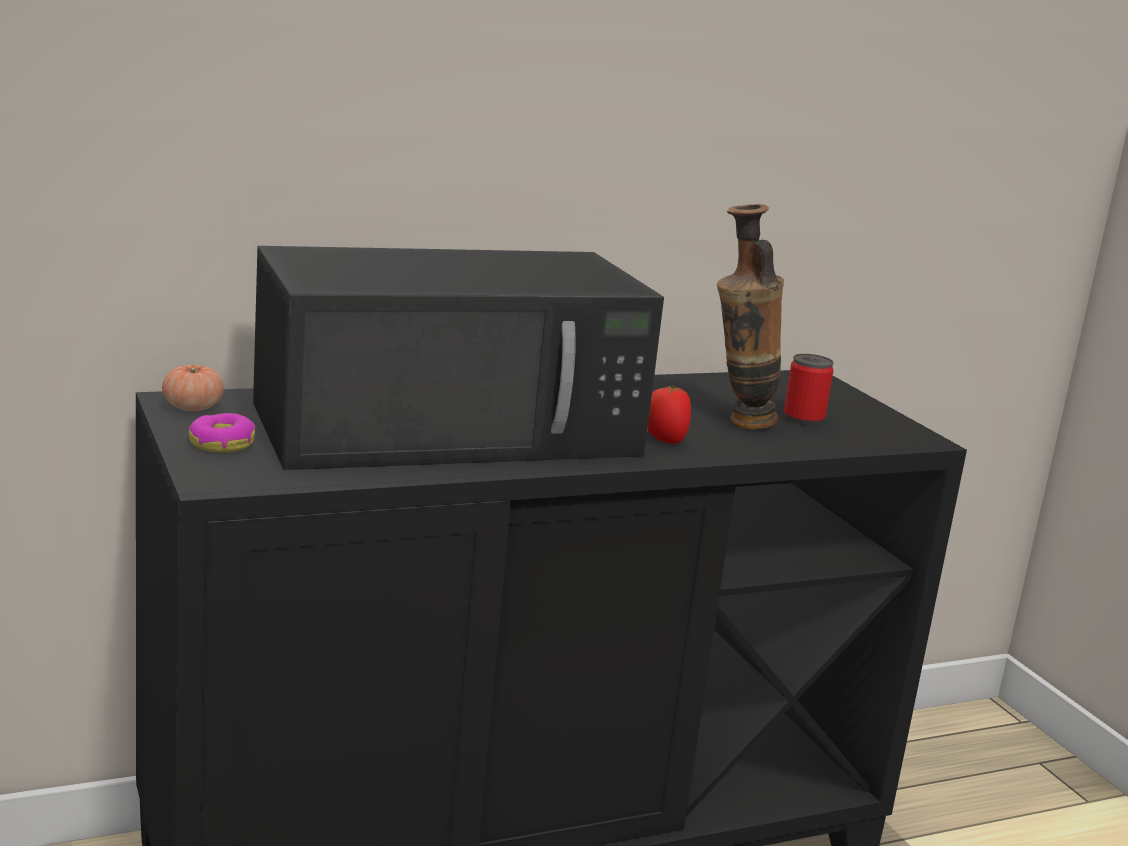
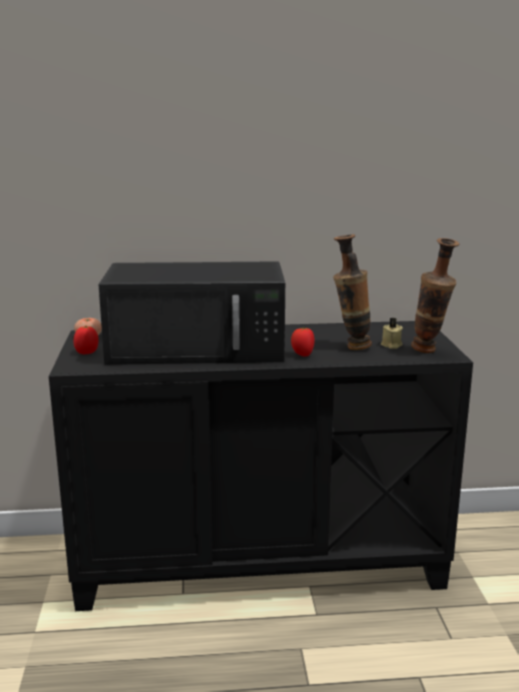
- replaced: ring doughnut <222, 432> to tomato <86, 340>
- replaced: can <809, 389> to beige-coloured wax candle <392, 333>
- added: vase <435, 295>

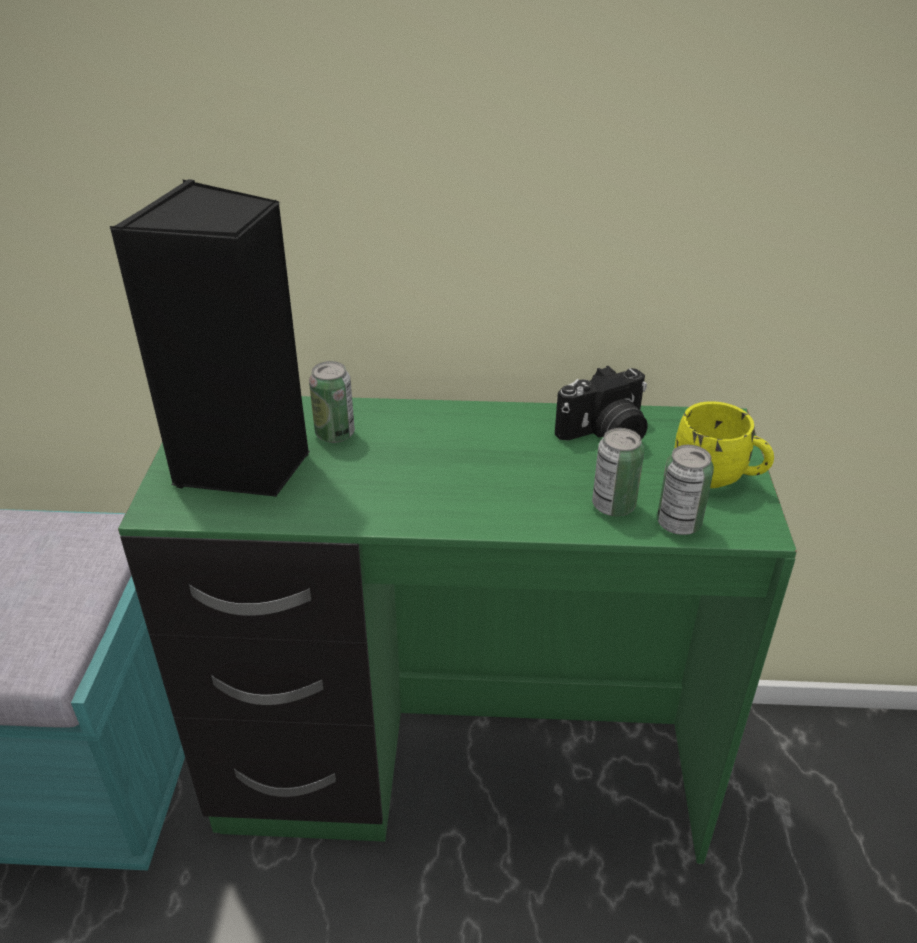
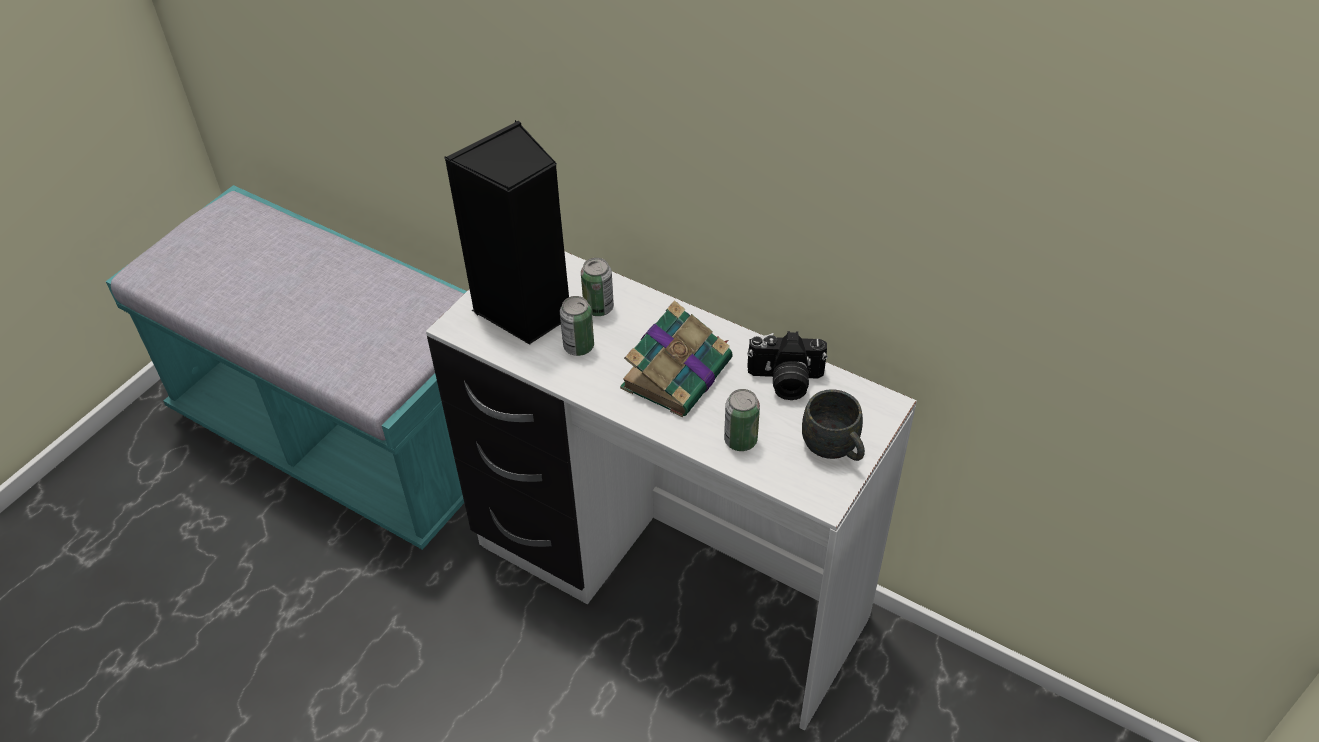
- recoloured: green desk table <457, 630> to white desk table <671, 490>
- moved: can <685, 490> to <577, 326>
- recoloured: yellow mug <724, 444> to greyish mug <833, 425>
- added: bound book <676, 358>

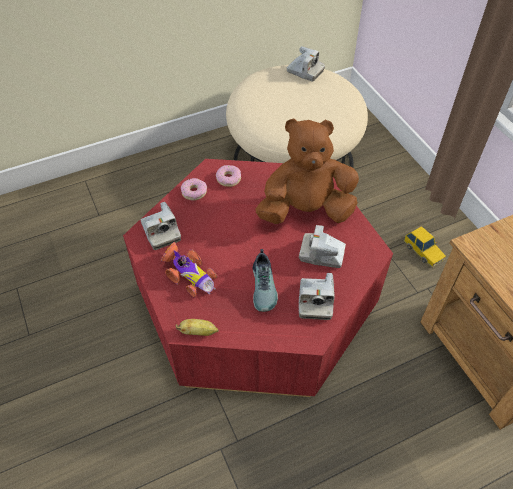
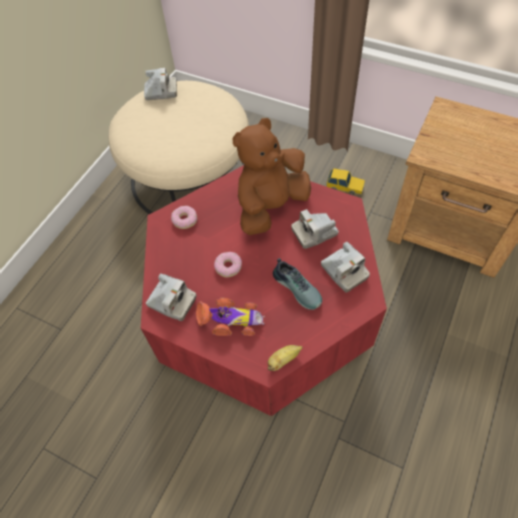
- moved: ring doughnut <194, 189> to <228, 264>

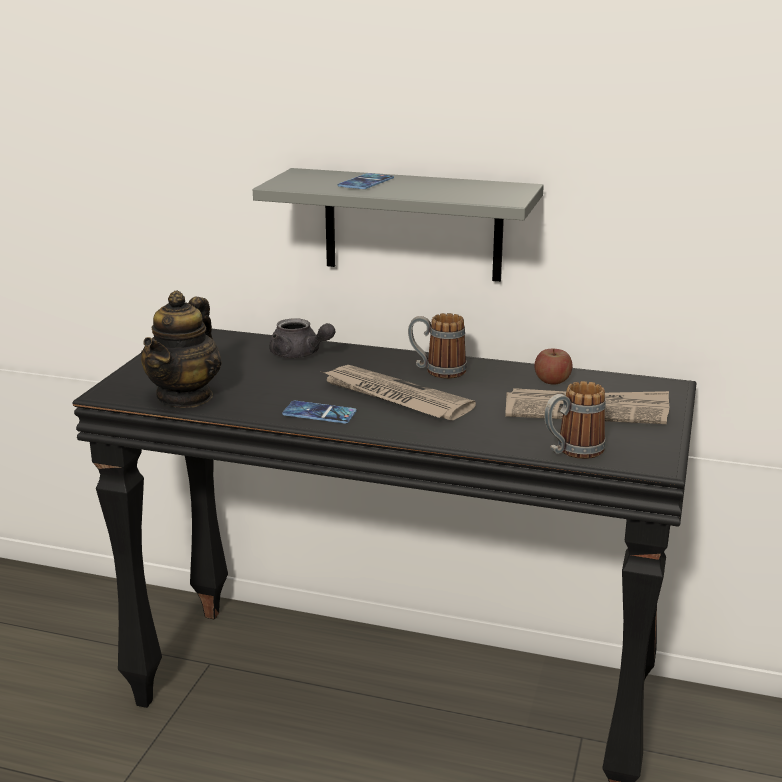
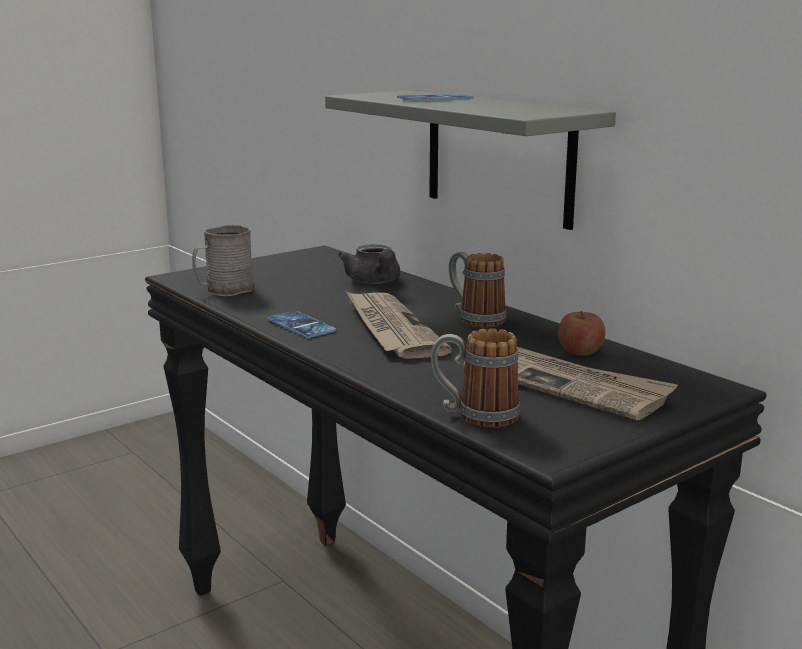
- replaced: pot for tea <181, 349> to greyish mug <223, 260>

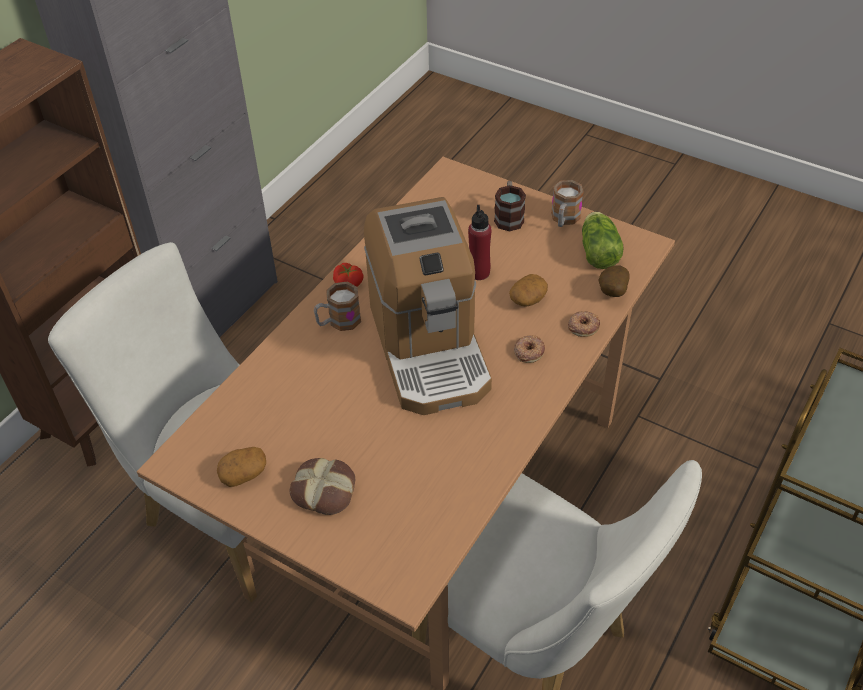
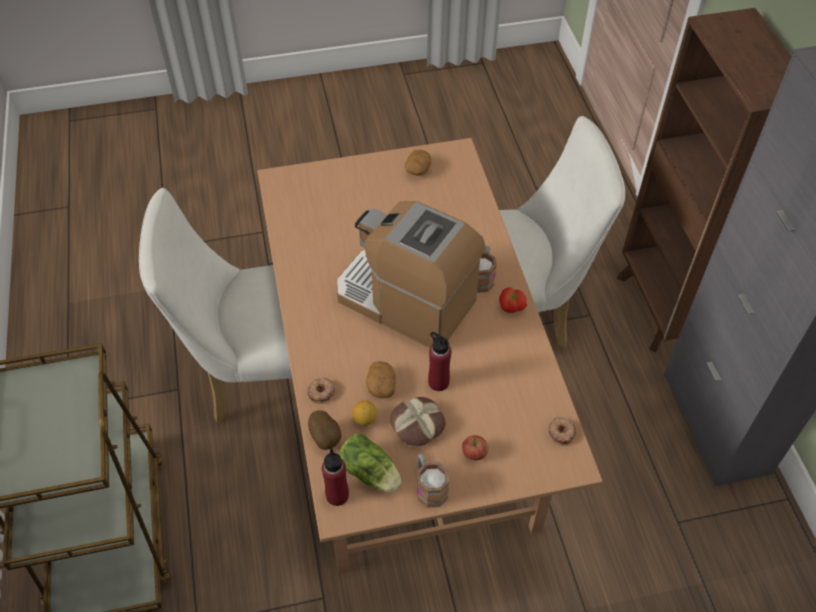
- moved: bread <322, 486> to <418, 421>
- replaced: mug <510, 206> to apple fruit <475, 447>
- moved: ring doughnut <529, 349> to <562, 431>
- added: red-coloured drink bottle <335, 477>
- added: whole lemon <364, 413>

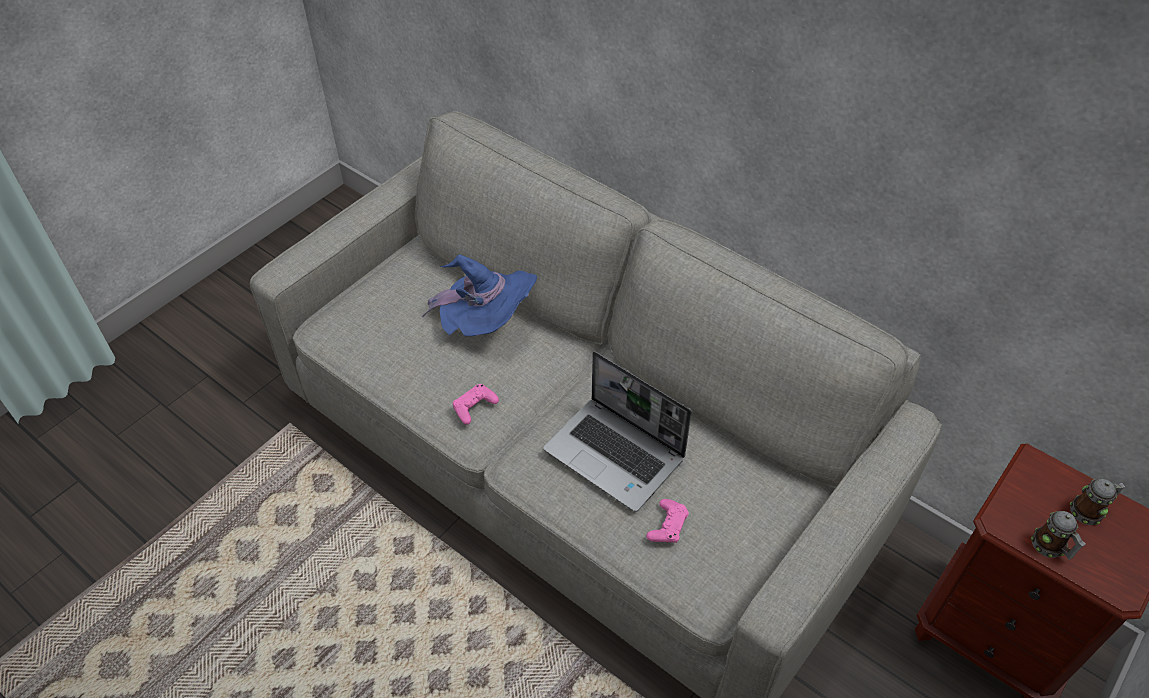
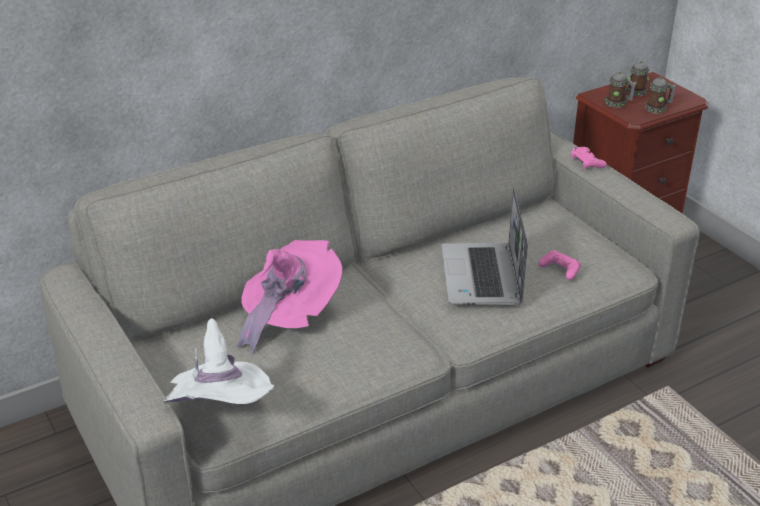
- recoloured: blue hat <479, 295> to pink hat <289, 297>
- moved: pink game controller <476, 404> to <589, 158>
- turned: portable computer <618, 431> = <485, 246> 120 degrees clockwise
- added: white hat <218, 361>
- added: mug <620, 90>

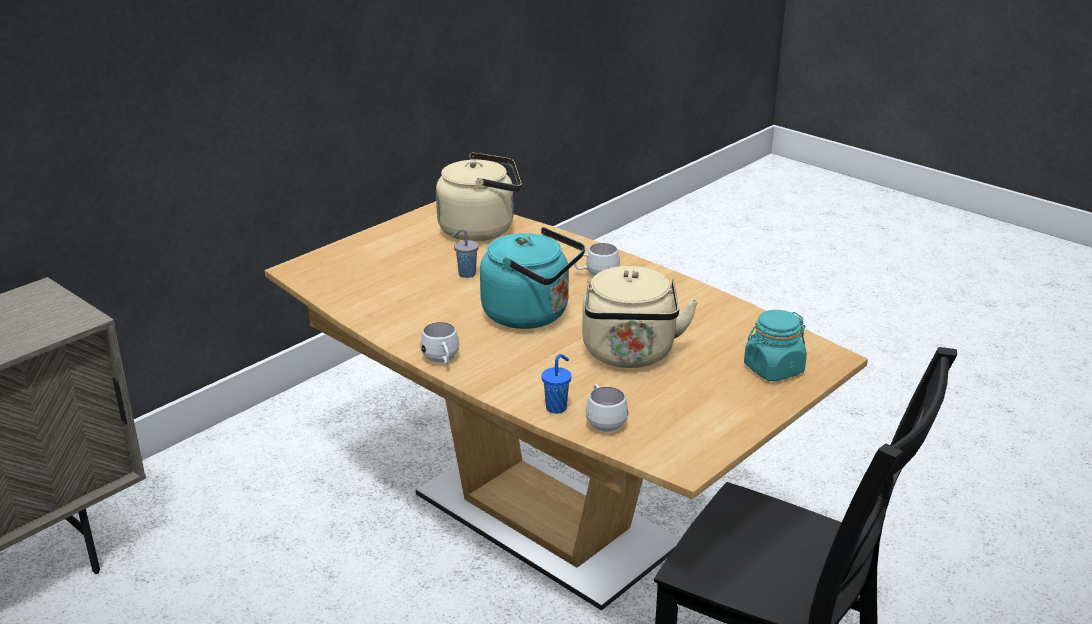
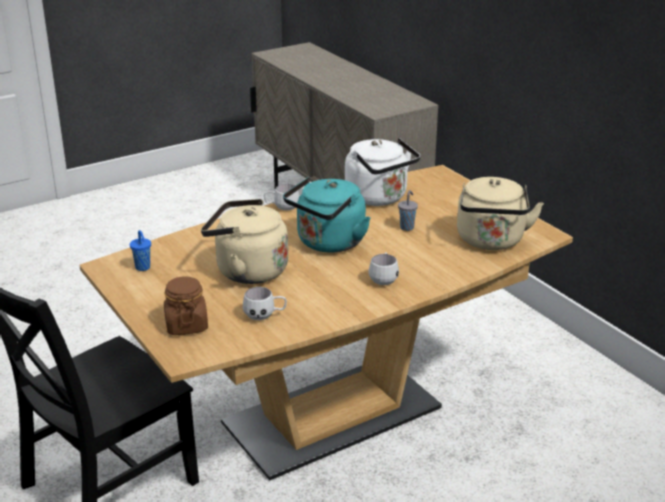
- moved: blue cup <556, 384> to <140, 250>
- moved: white mug <607, 408> to <265, 303>
- recoloured: turquoise storage jar <775, 345> to brown-coloured storage jar <186, 305>
- added: white tea kettle <382, 172>

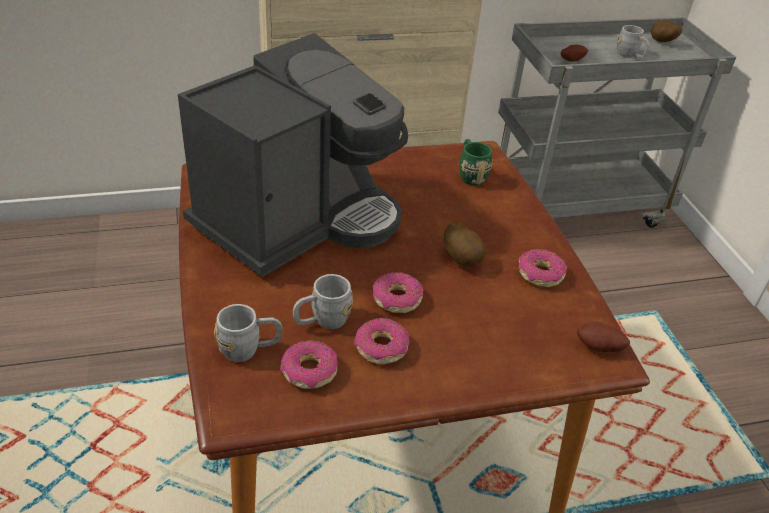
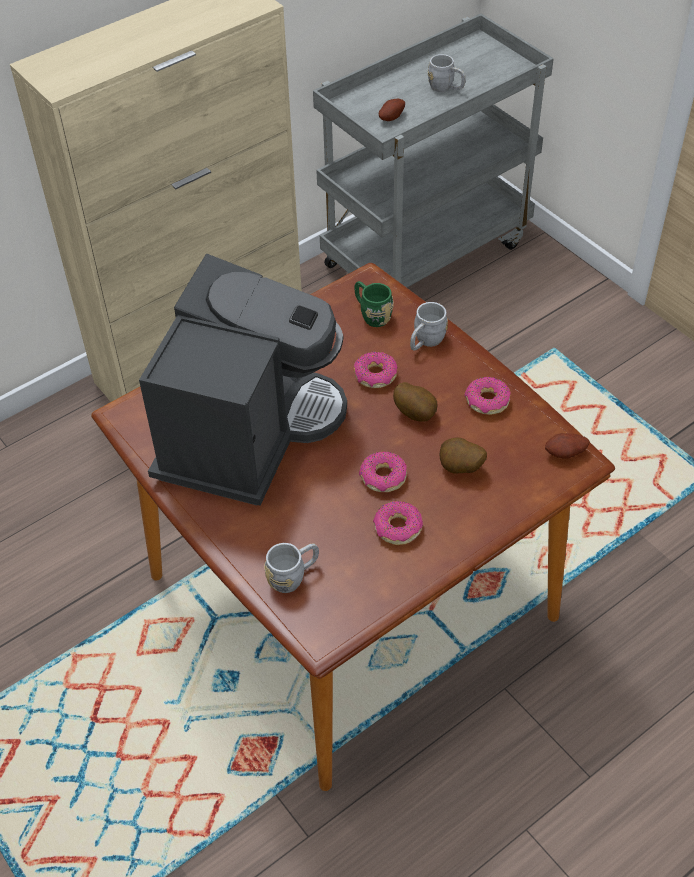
- moved: ring doughnut <309, 364> to <376, 370>
- moved: greyish mug <323, 301> to <429, 326>
- moved: potato <666, 31> to <463, 455>

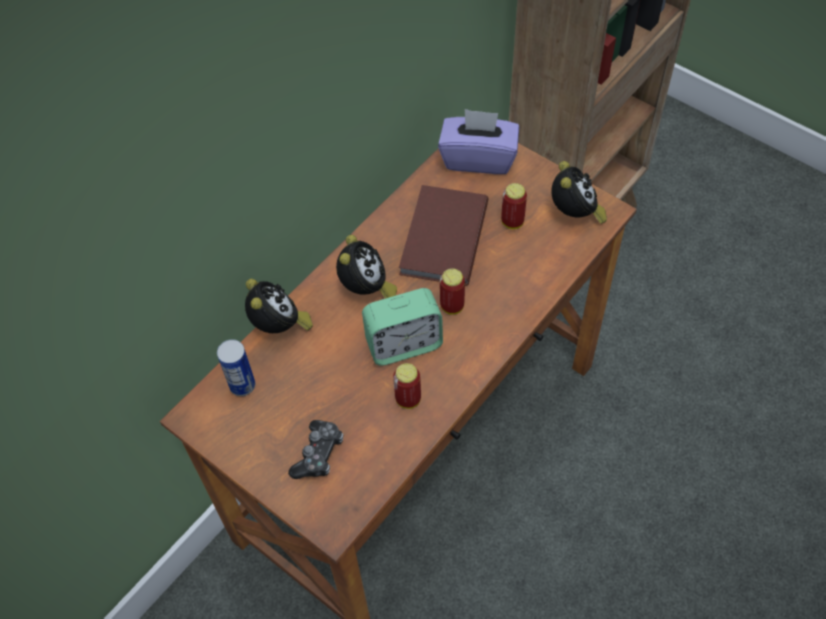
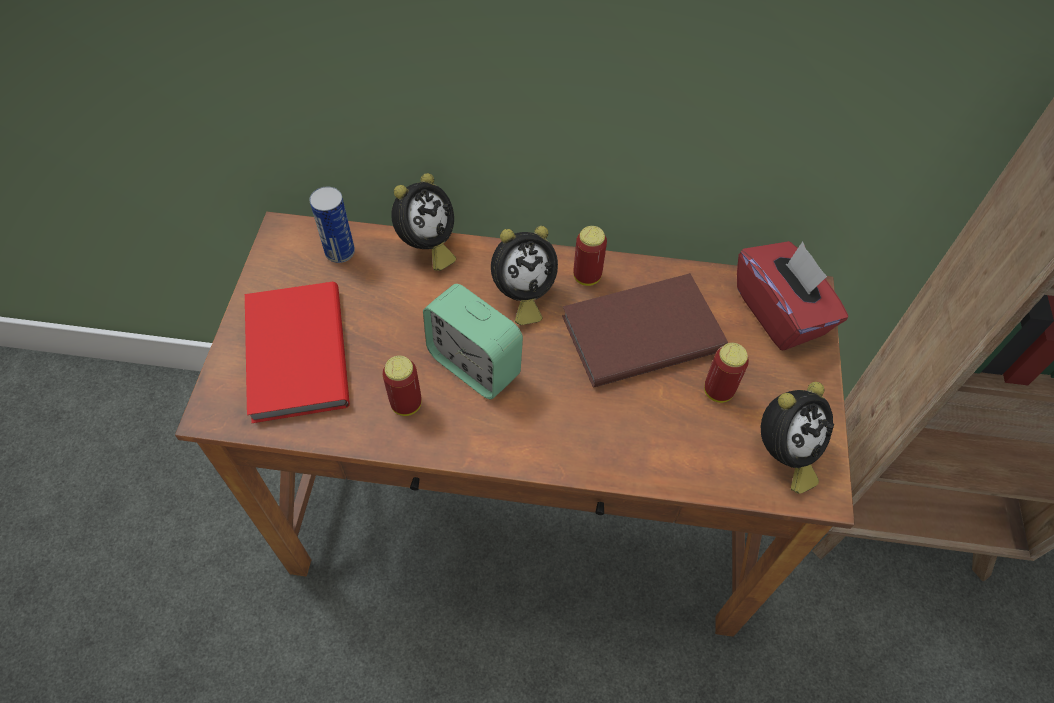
- replaced: game controller <315, 449> to red-coloured bound book <297, 352>
- recoloured: purplish tissue box <478, 141> to red-coloured tissue box <792, 296>
- moved: can <452, 291> to <590, 256>

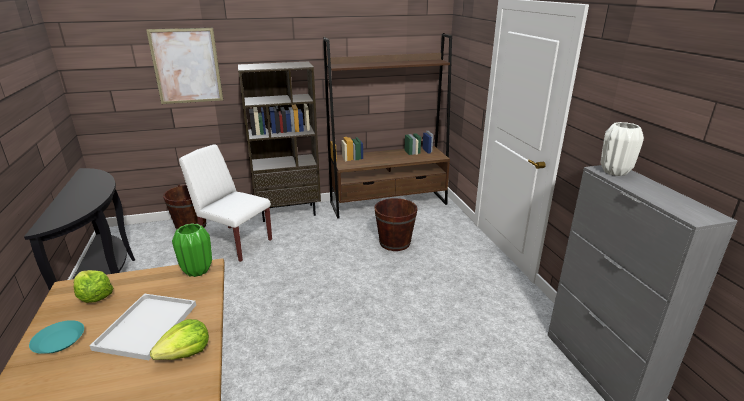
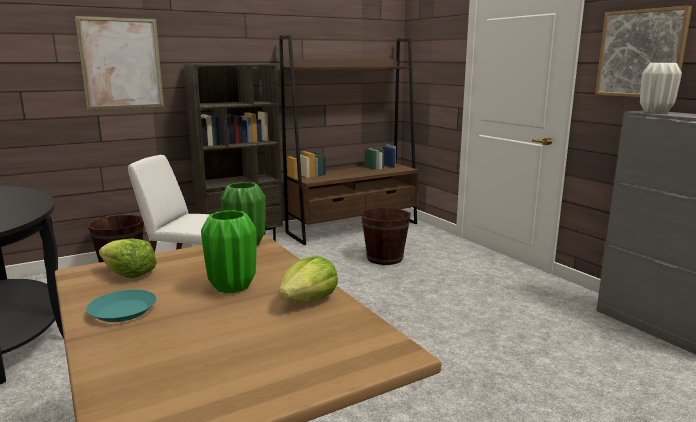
- replaced: white serving tray <143, 327> to green vase <229, 251>
- added: wall art <643, 52>

